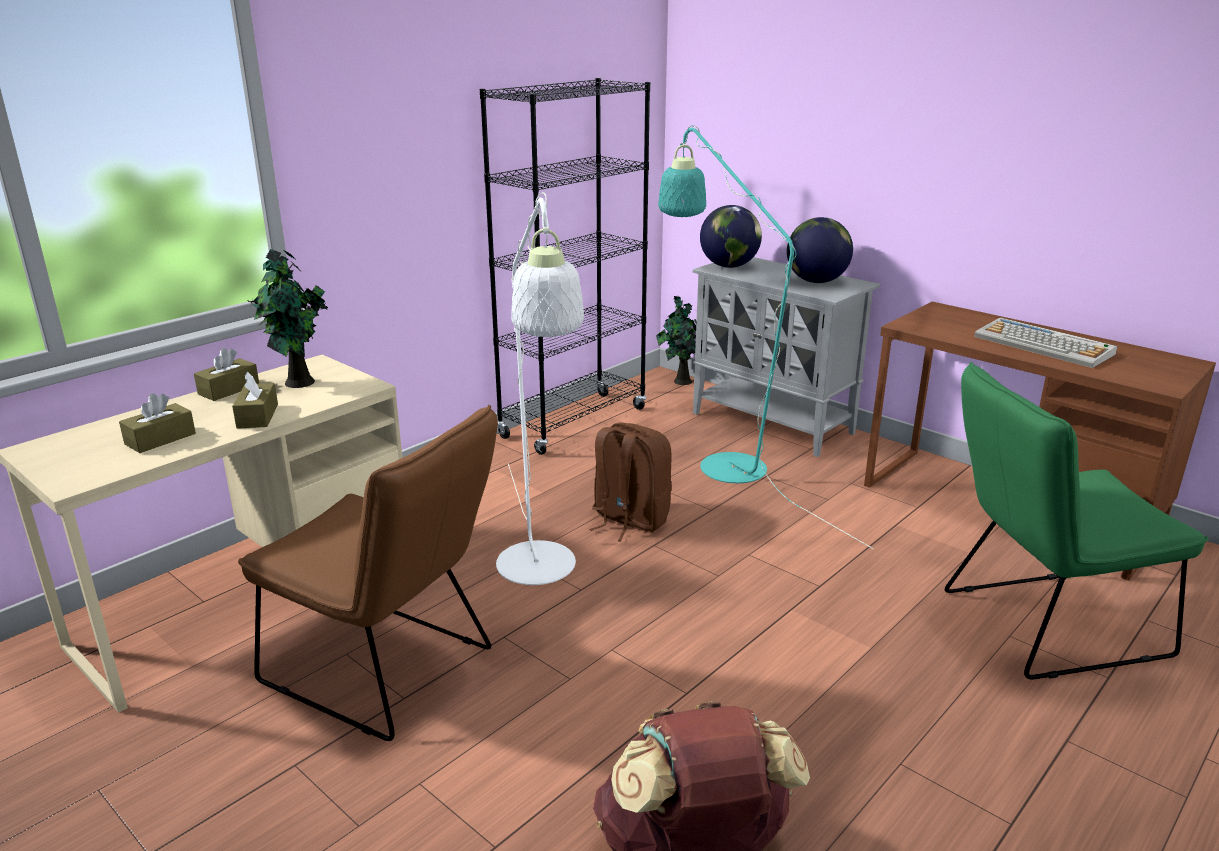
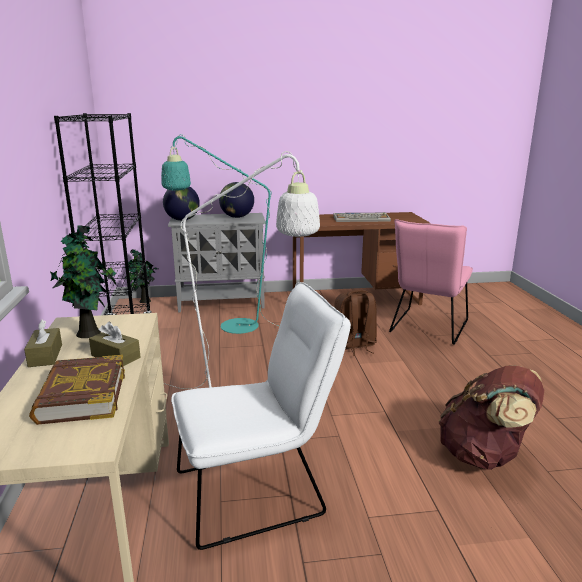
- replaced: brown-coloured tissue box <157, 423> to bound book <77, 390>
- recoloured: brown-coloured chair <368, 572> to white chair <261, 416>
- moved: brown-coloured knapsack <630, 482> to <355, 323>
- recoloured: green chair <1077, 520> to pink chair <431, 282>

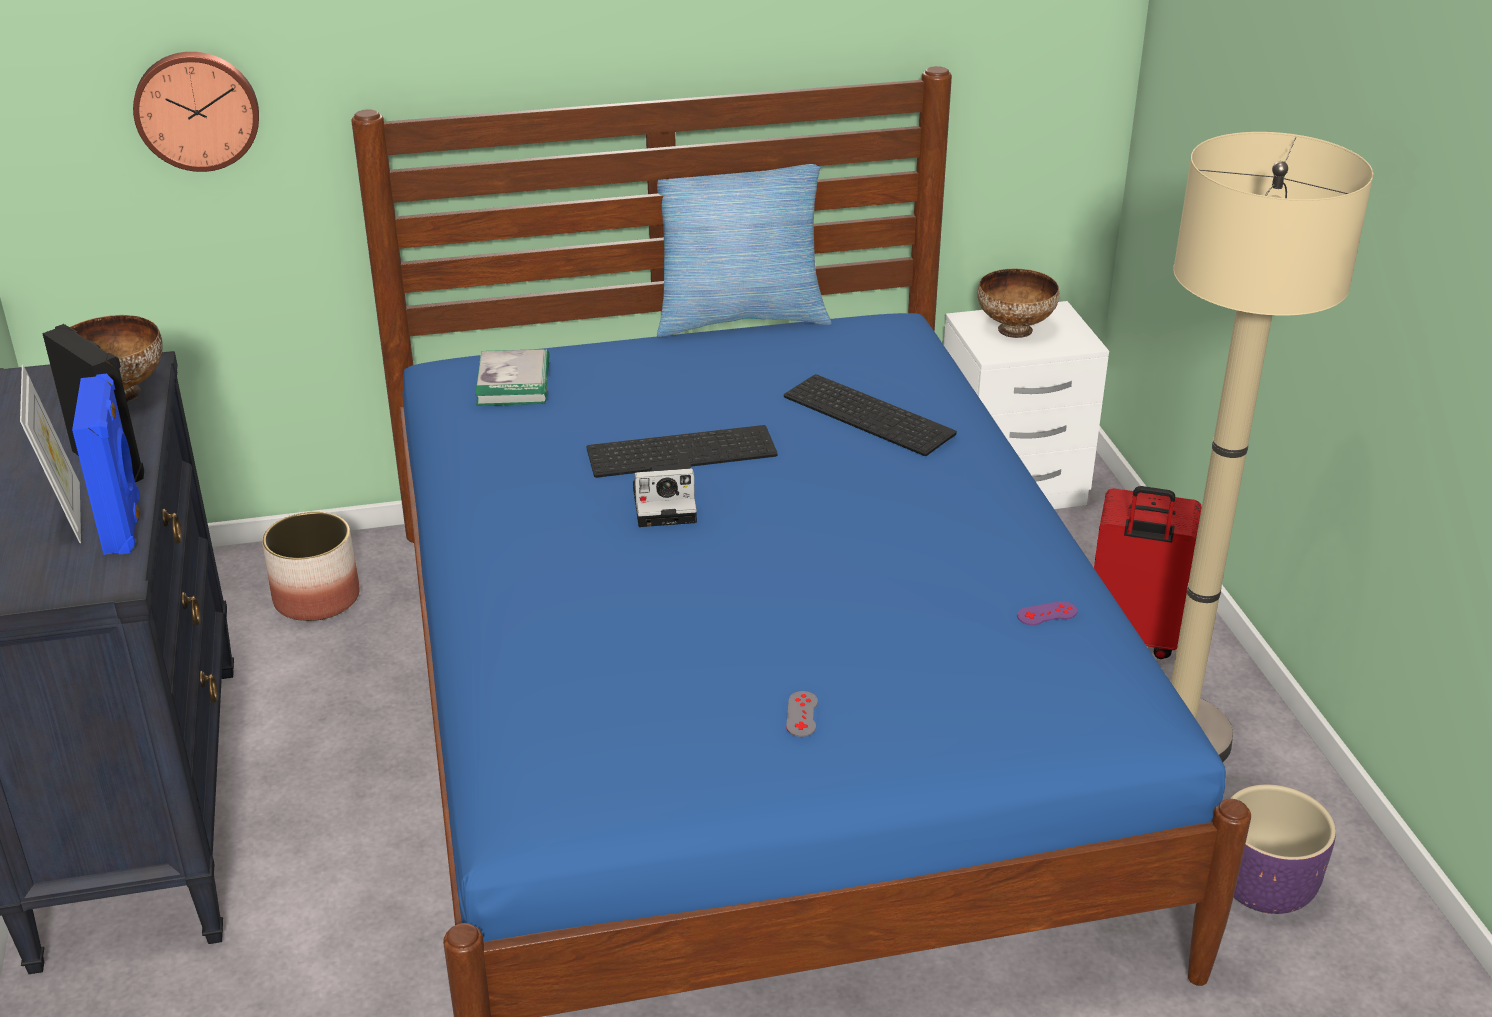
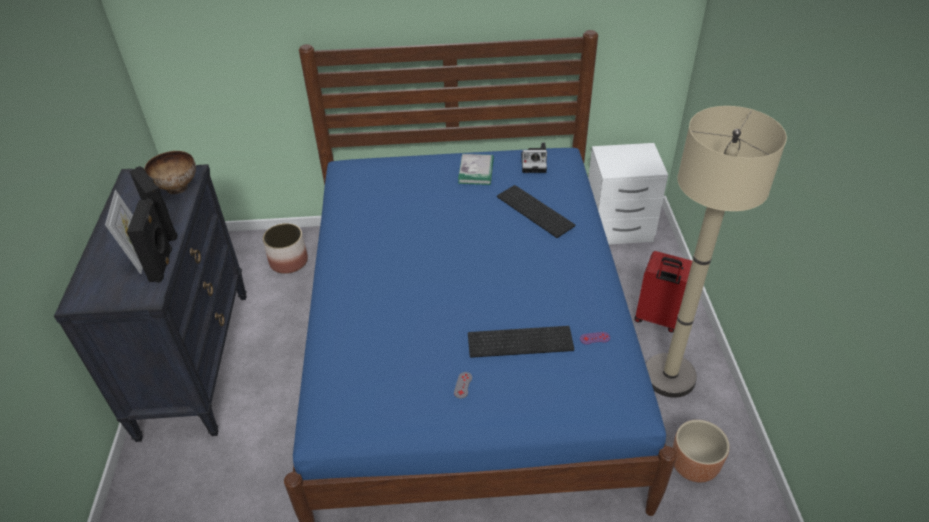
- recoloured: blue loudspeaker <106, 464> to black-coloured loudspeaker <149, 241>
- removed: clock on the wall <196, 112>
- moved: bound book <512, 377> to <476, 169>
- moved: computer keyboard <682, 451> to <521, 342>
- moved: still camera <665, 489> to <534, 158>
- removed: cushion <744, 250>
- removed: bowl <1019, 303>
- recoloured: purplish planter <1283, 849> to brown-coloured planter <701, 451>

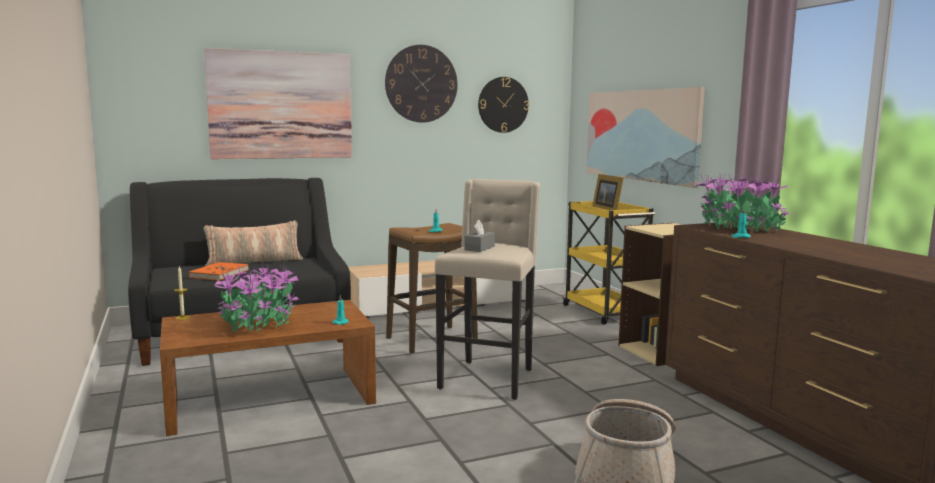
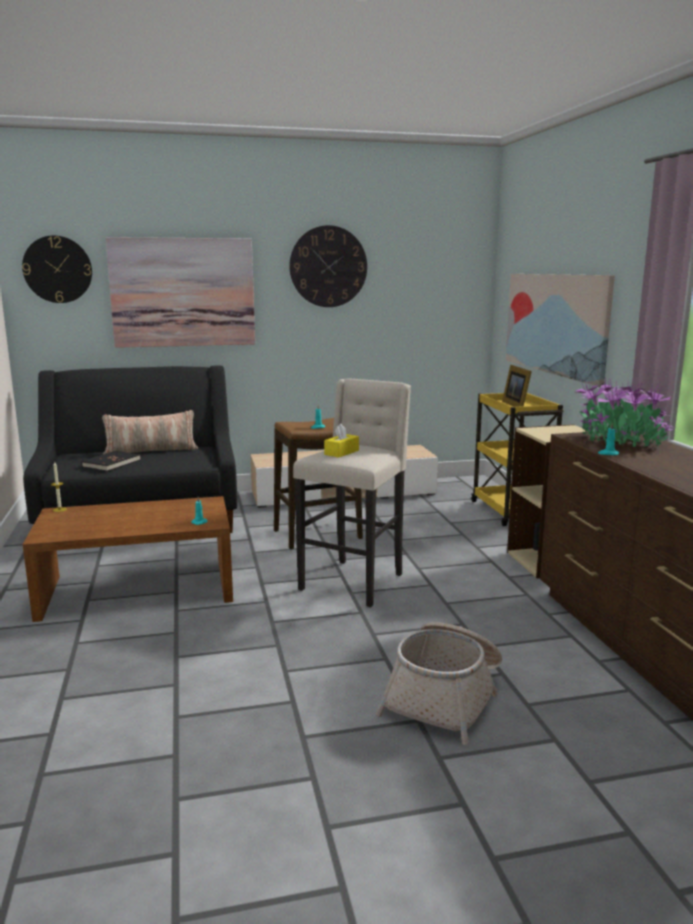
- recoloured: orange bound book <219, 271> to black-coloured bound book <111, 461>
- removed: potted plant <256, 296>
- recoloured: greyish tissue box <479, 236> to yellow tissue box <341, 441>
- moved: clock on the wall <503, 105> to <57, 269>

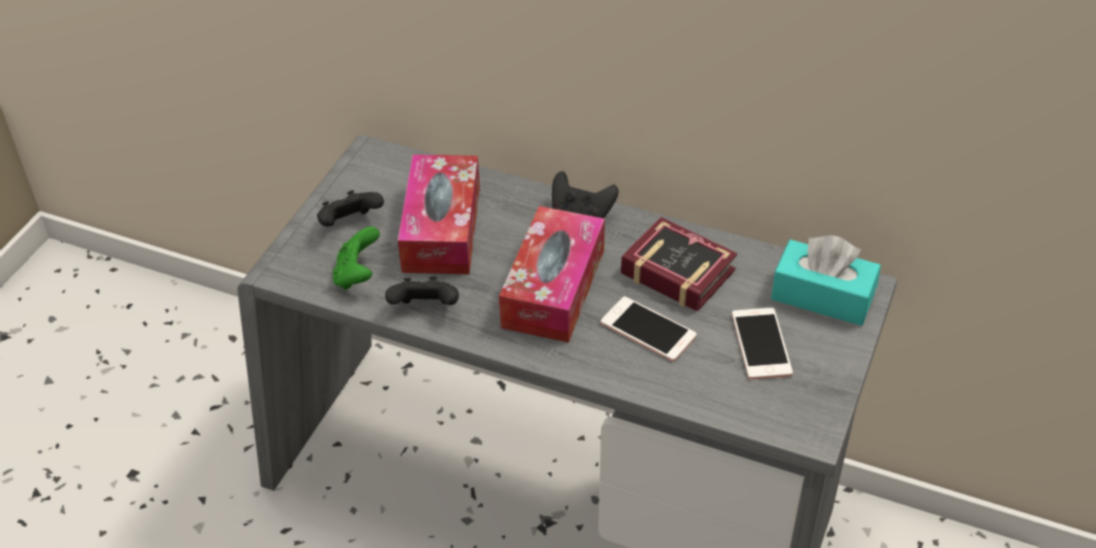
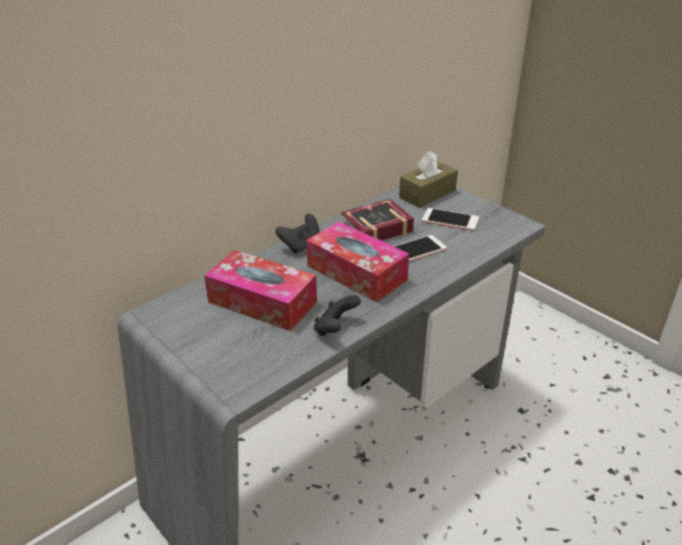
- removed: black-coloured game controller <350, 208>
- removed: green game controller <356, 258>
- recoloured: turquoise tissue box <826, 280> to brown-coloured tissue box <428, 179>

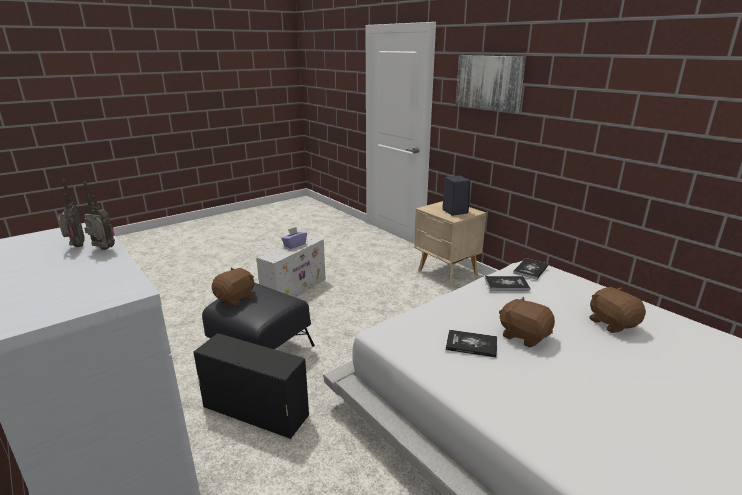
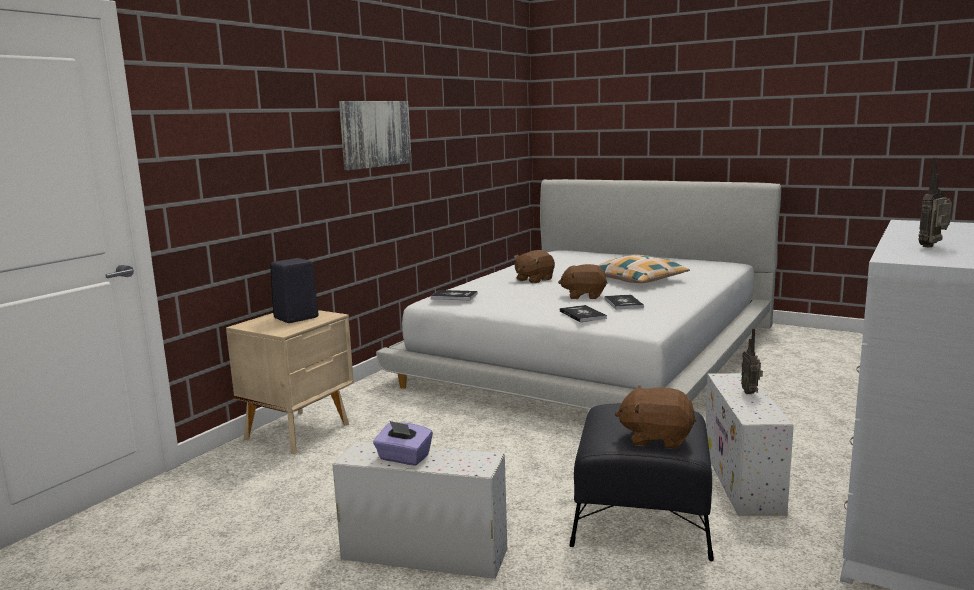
- moved: radio set <99, 216> to <752, 361>
- recoloured: black-coloured storage container <251, 386> to white storage container <750, 444>
- moved: wall art <491, 84> to <375, 135>
- moved: bound book <507, 283> to <583, 313>
- turned: brown-coloured cuddly toy <527, 322> = <583, 281> 75 degrees clockwise
- added: cushion <643, 269>

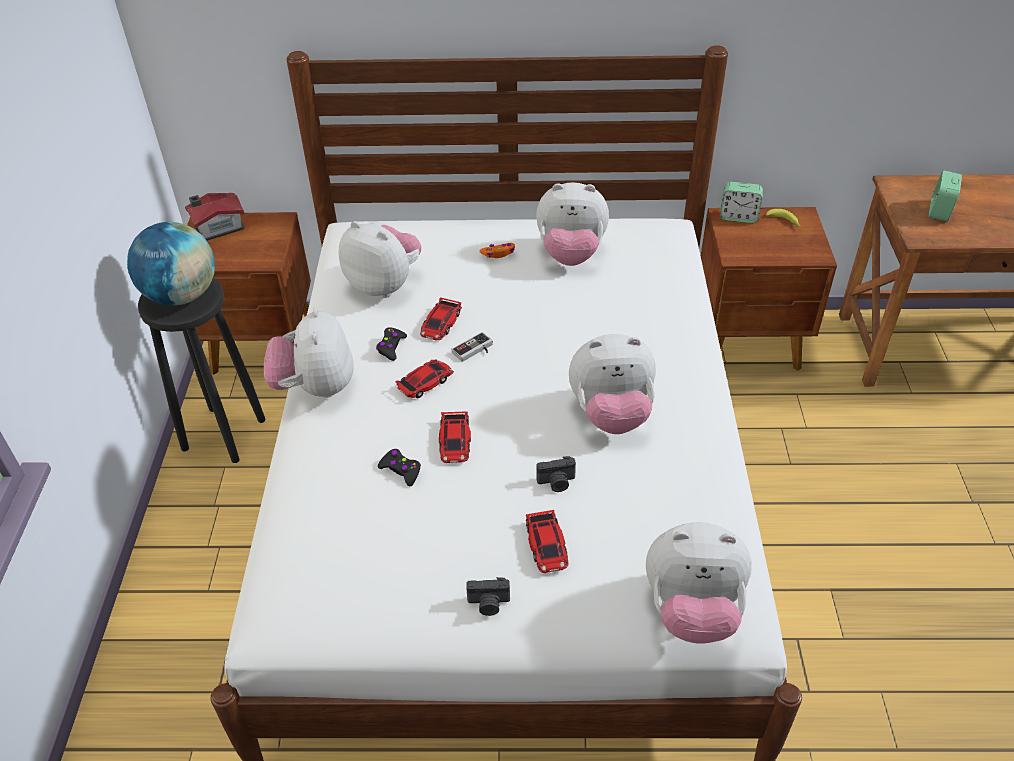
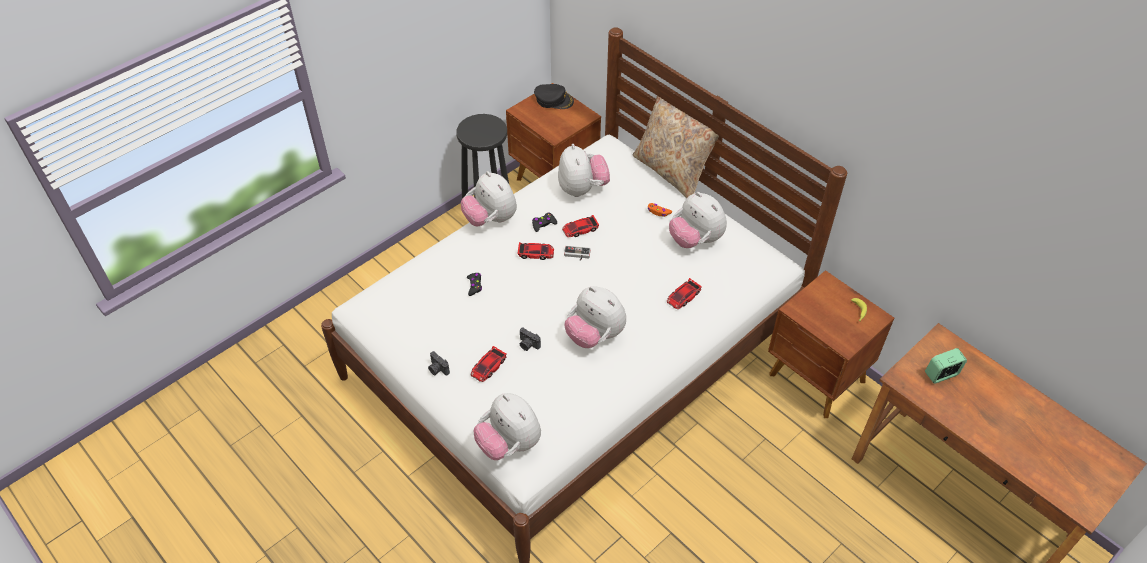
- removed: globe <171, 264>
- replaced: toy house <215, 217> to black-coloured cap <554, 96>
- turned: cuddly toy <309, 353> = <489, 198> 75 degrees counterclockwise
- moved: miniature car <455, 437> to <684, 293>
- removed: table clock <741, 202>
- added: beige-coloured cushion <676, 147>

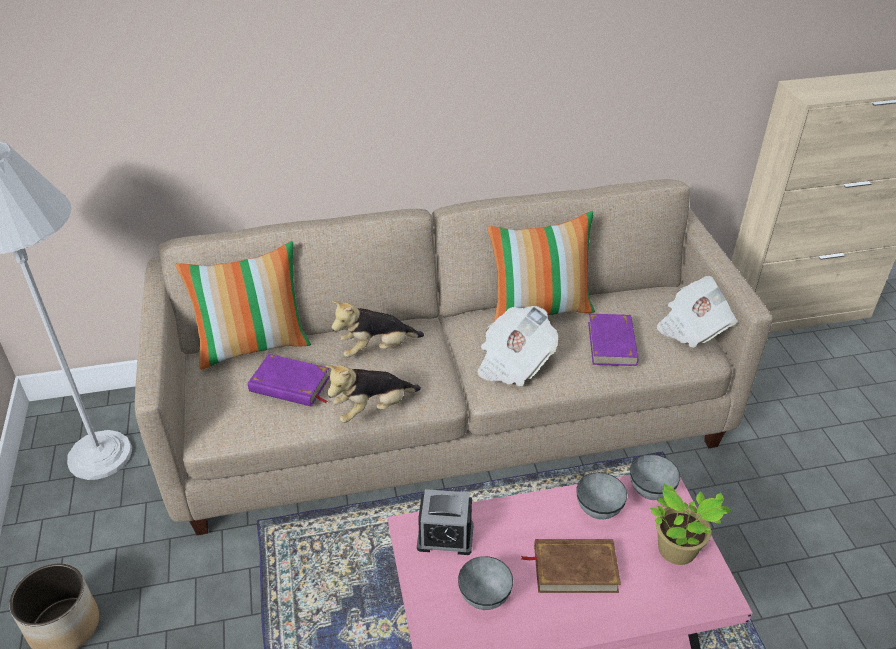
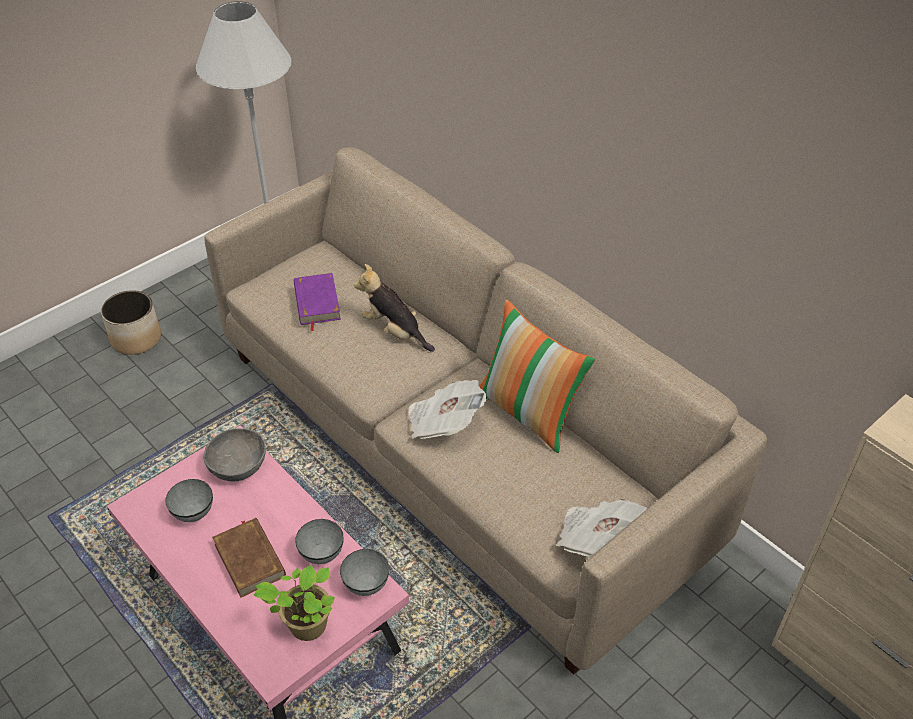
- removed: cushion <243, 305>
- removed: cuddly toy <373, 394>
- replaced: table clock <445, 522> to greyish bowl <234, 454>
- removed: purplish bound book <613, 340>

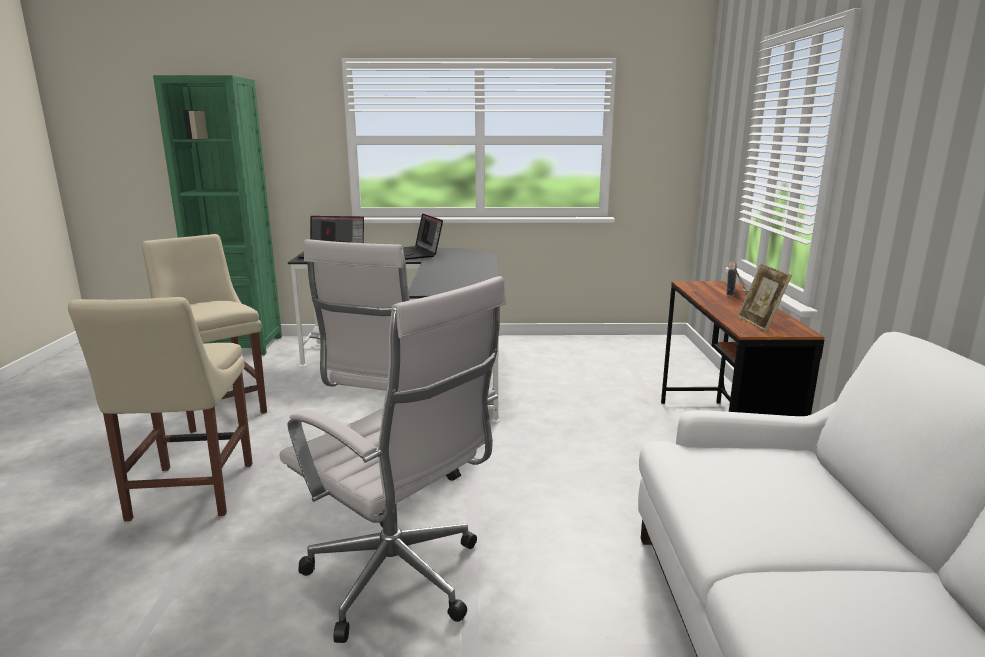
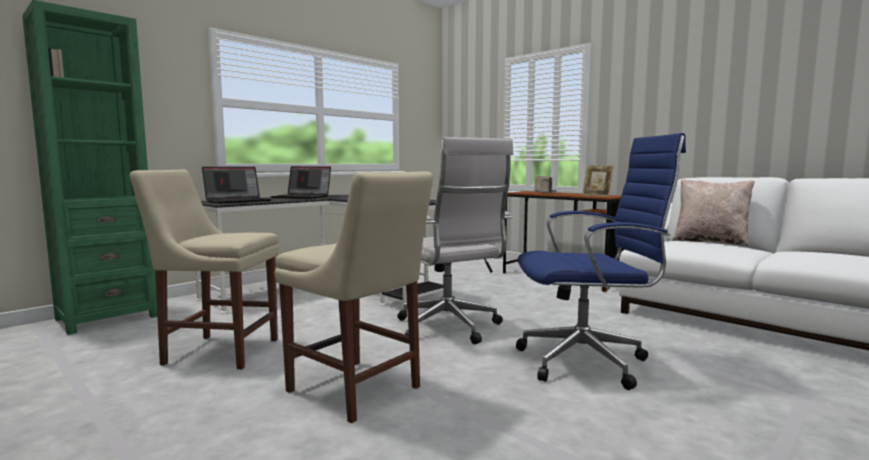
- recoloured: white computer chair <393, 459> to blue computer chair <601, 261>
- added: beige-coloured cushion <713, 212>

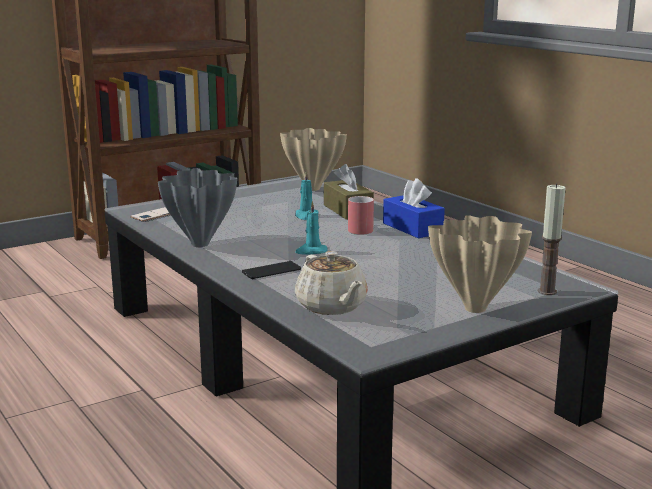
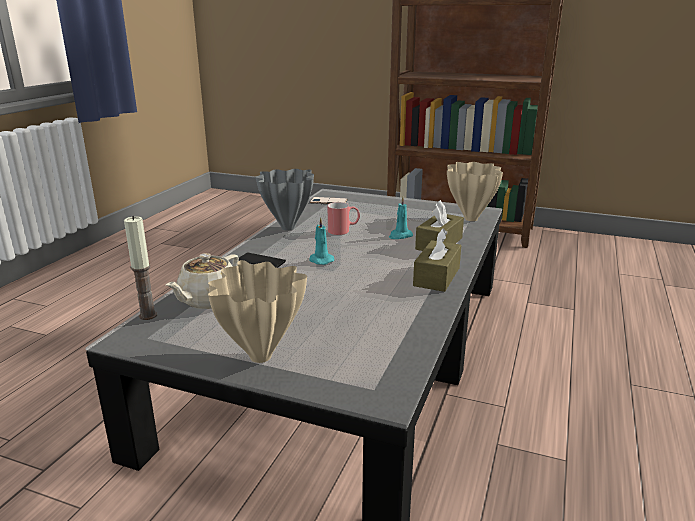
- moved: red-coloured mug <361, 215> to <344, 218>
- recoloured: blue tissue box <414, 208> to brown-coloured tissue box <437, 260>
- moved: wax candle <552, 239> to <140, 268>

